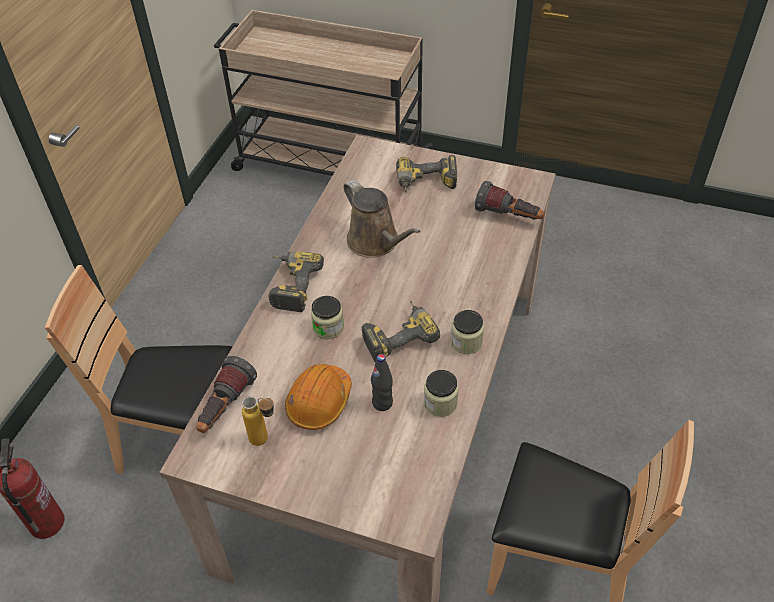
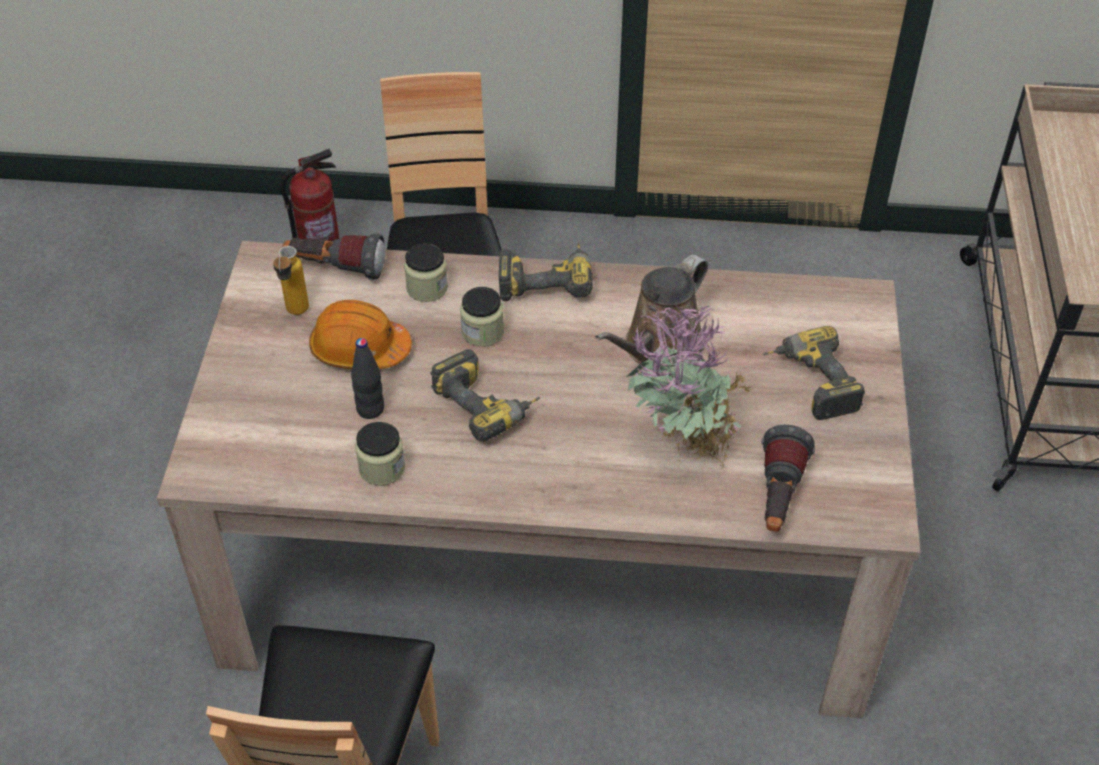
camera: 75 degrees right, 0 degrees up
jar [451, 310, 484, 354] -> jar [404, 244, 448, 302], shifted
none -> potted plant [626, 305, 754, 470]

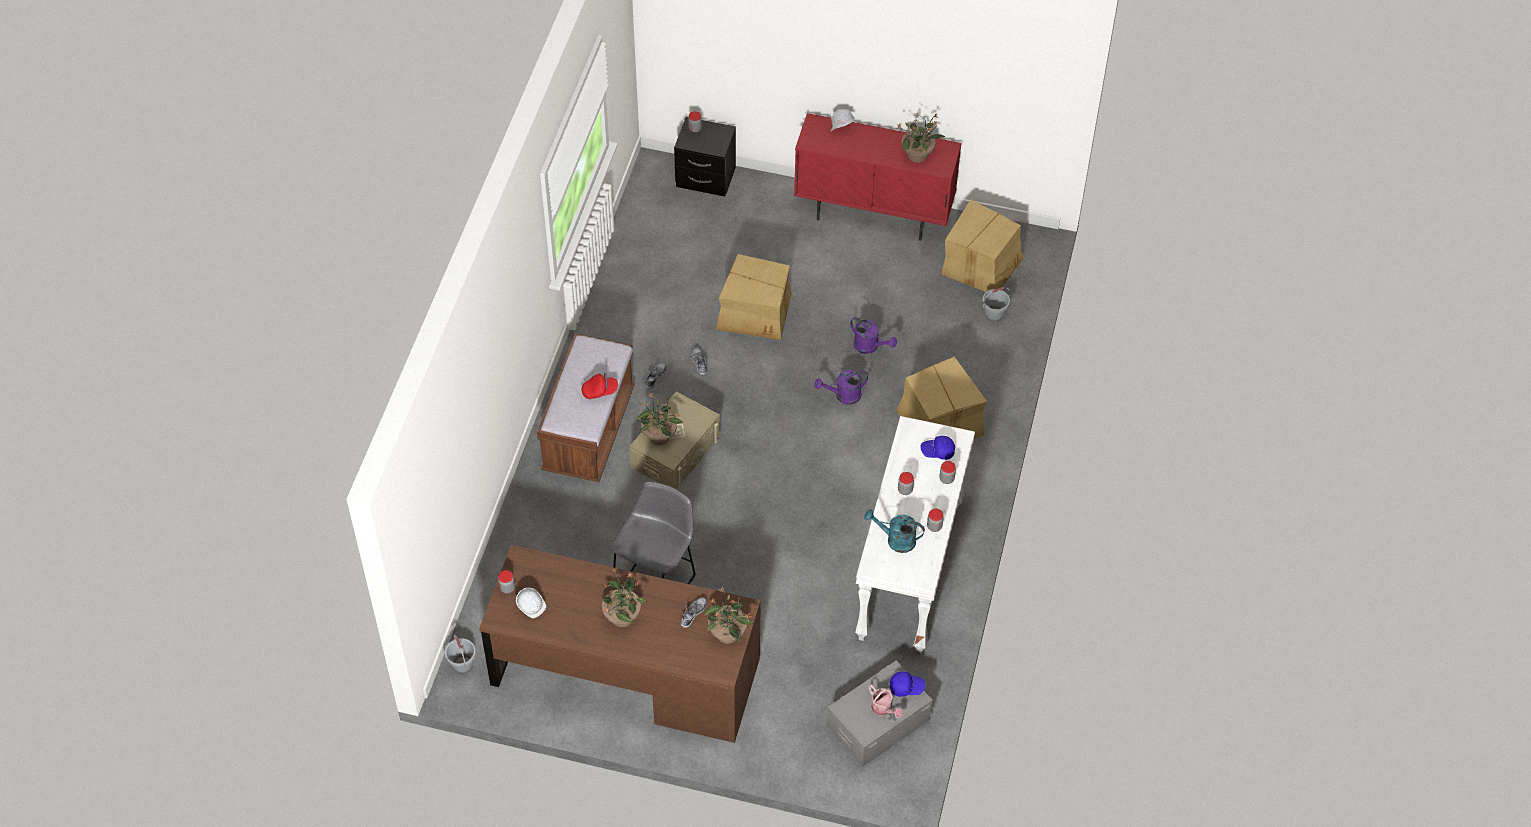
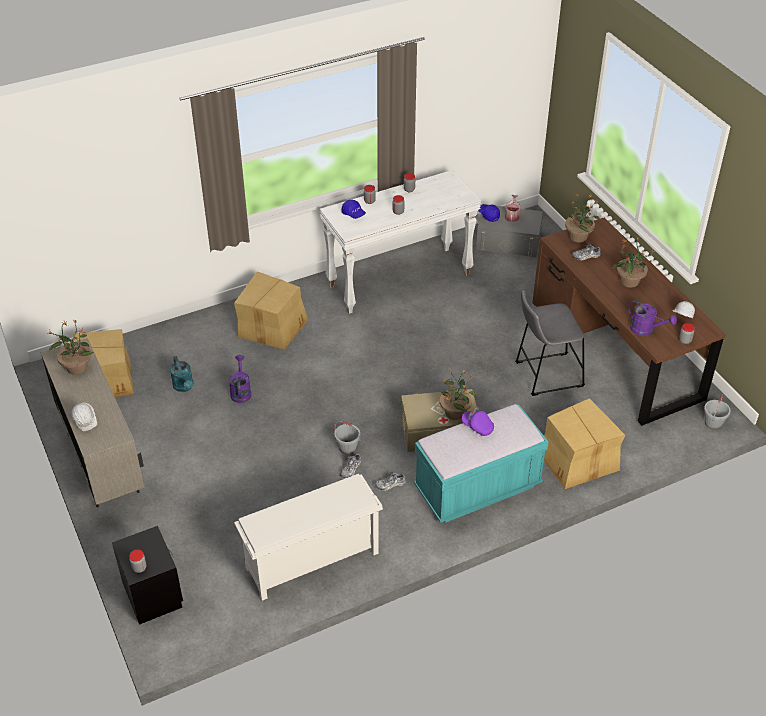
camera: 130 degrees left, 10 degrees down
cabinet (red) [794, 113, 962, 241] -> cabinet (beige) [41, 338, 145, 508]
watering can (turquoise) [864, 509, 925, 553] -> watering can (turquoise) [170, 356, 193, 392], shifted
none -> shoe rack (white) [234, 474, 383, 601]
bucket (grey) [982, 287, 1010, 322] -> bucket (grey) [334, 421, 360, 454], shifted
bench (brown) [537, 333, 635, 482] -> bench (turquoise) [414, 404, 548, 523]
cap (red) [581, 373, 618, 399] -> cap (purple) [462, 407, 494, 436]
cardboard box [716, 254, 791, 340] -> cardboard box [544, 398, 626, 489], shifted
watering can (purple) [815, 370, 868, 405] -> watering can (purple) [628, 300, 677, 336], shifted

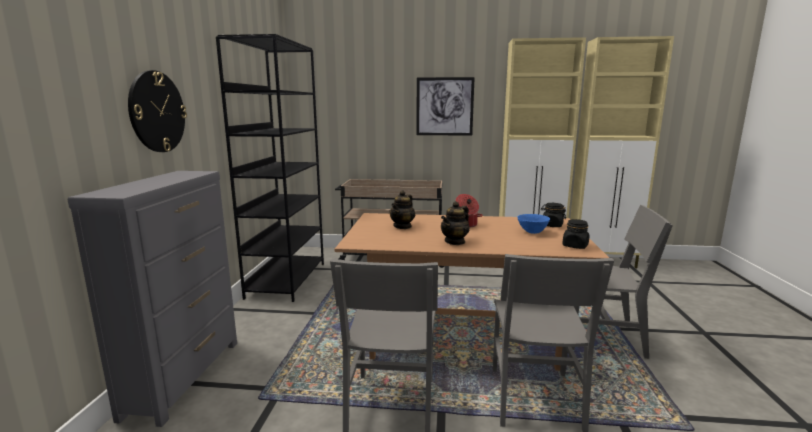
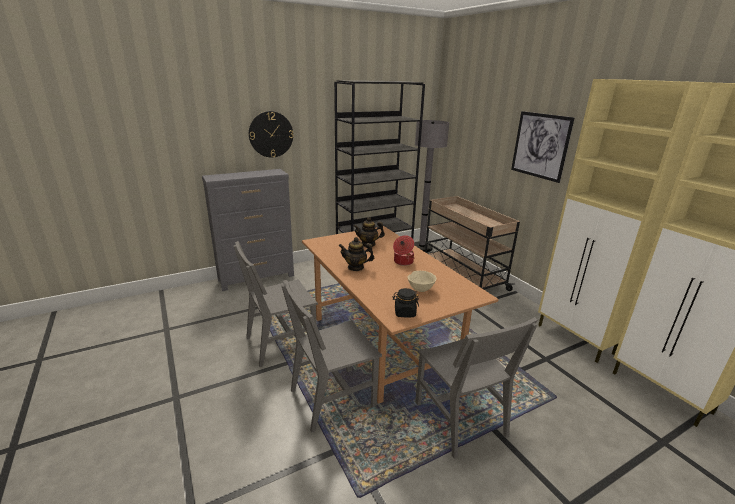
camera: 55 degrees right, 10 degrees up
bowl (blue) [517, 214, 550, 234] -> bowl (beige) [408, 271, 437, 292]
none -> floor lamp (grey) [414, 120, 449, 252]
jar (black) [541, 203, 566, 227] -> none

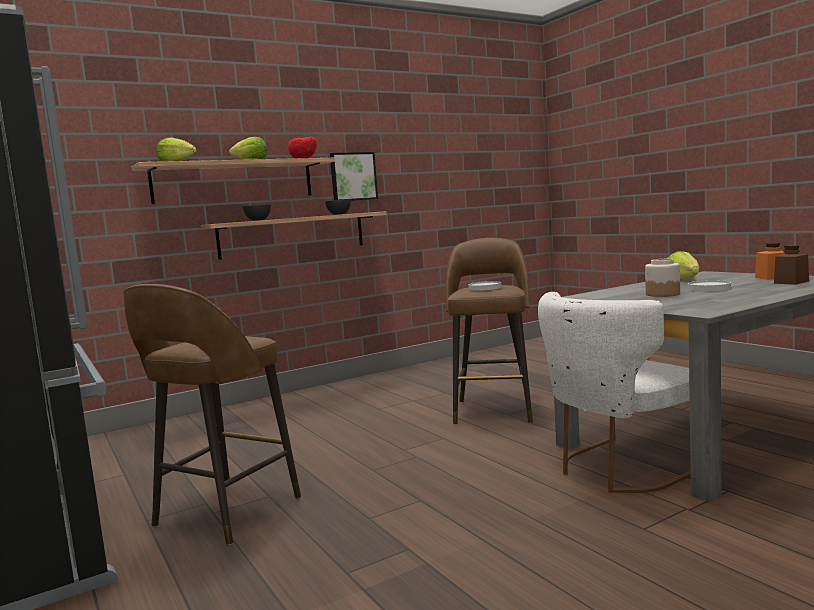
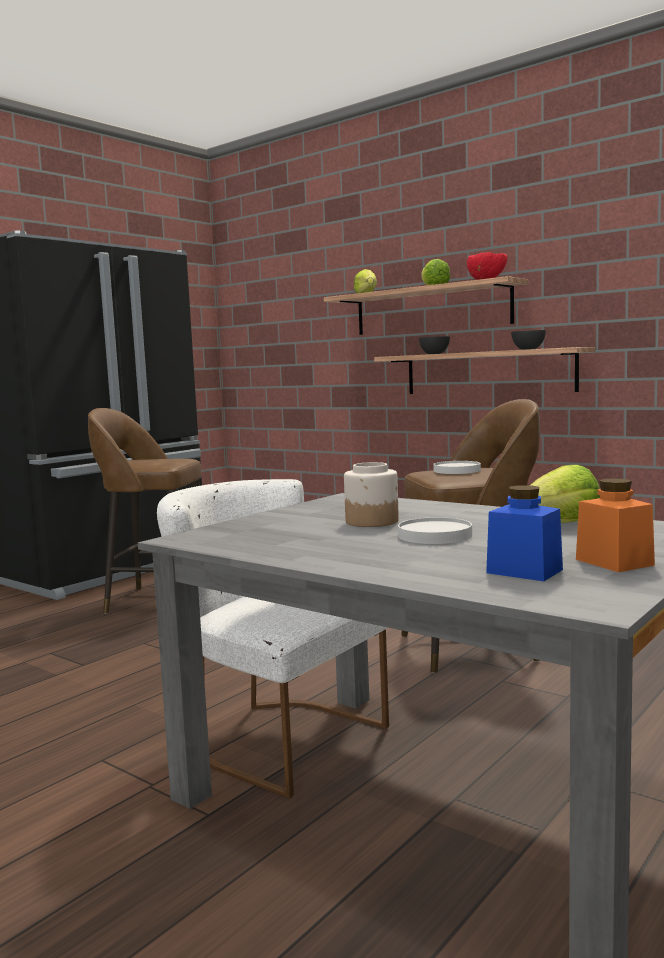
camera: 70 degrees right, 0 degrees up
jar (brown) [774, 245, 809, 285] -> jar (blue) [486, 485, 563, 581]
picture [330, 152, 378, 201] -> none

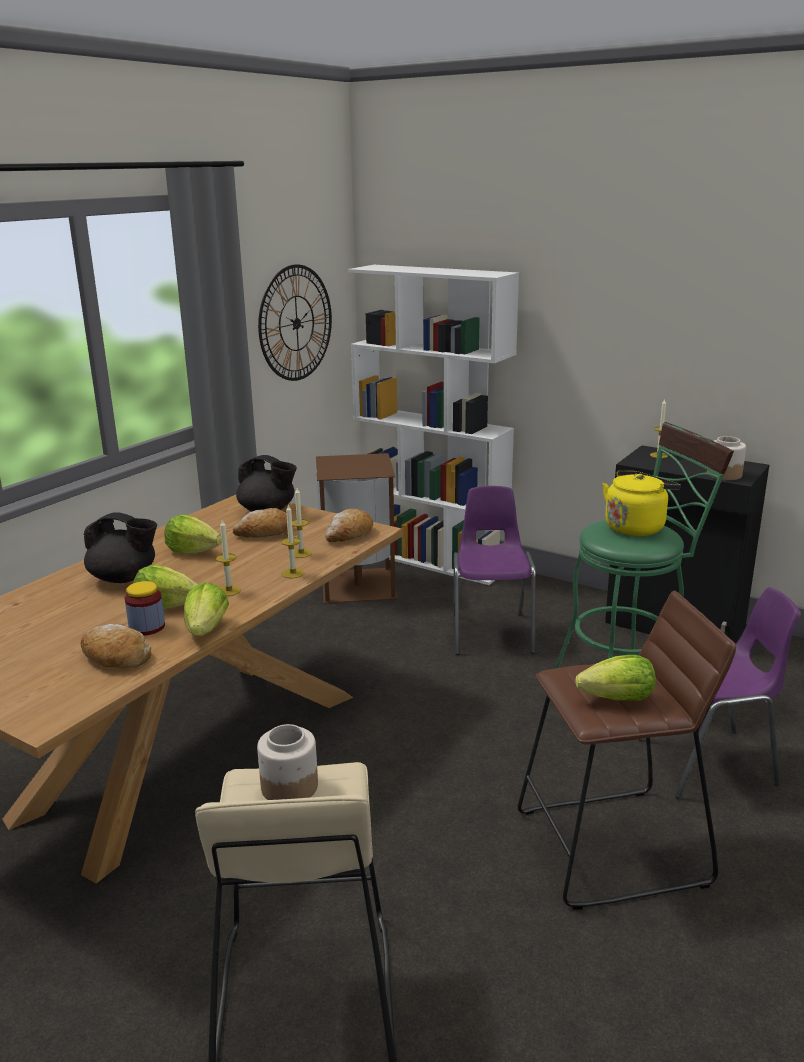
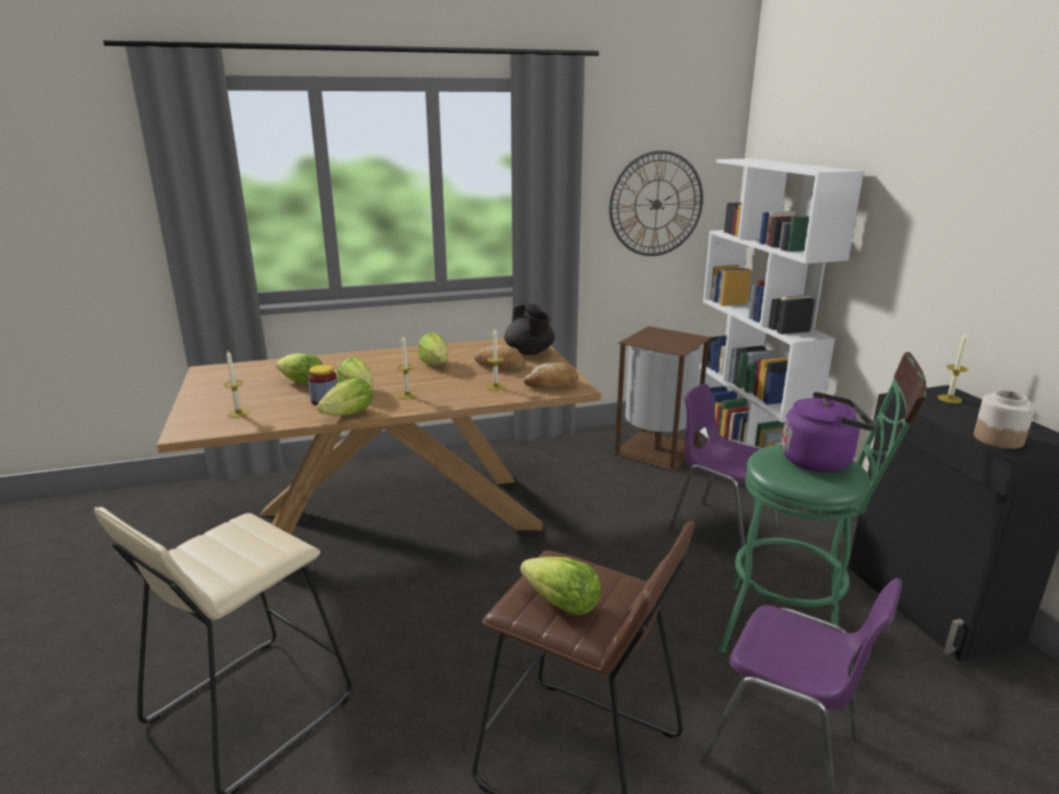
camera: 40 degrees right, 0 degrees up
candle [281, 504, 304, 578] -> candle [224, 350, 250, 418], shifted
none -> lettuce [276, 353, 323, 386]
chair (purple) [453, 486, 536, 655] -> chair (purple) [668, 384, 779, 559], 90 degrees counterclockwise
kettle (yellow) [603, 471, 681, 536] -> kettle (purple) [781, 392, 876, 472]
bread [81, 624, 151, 668] -> none
teapot (black) [84, 512, 157, 583] -> none
jar [257, 724, 318, 800] -> none

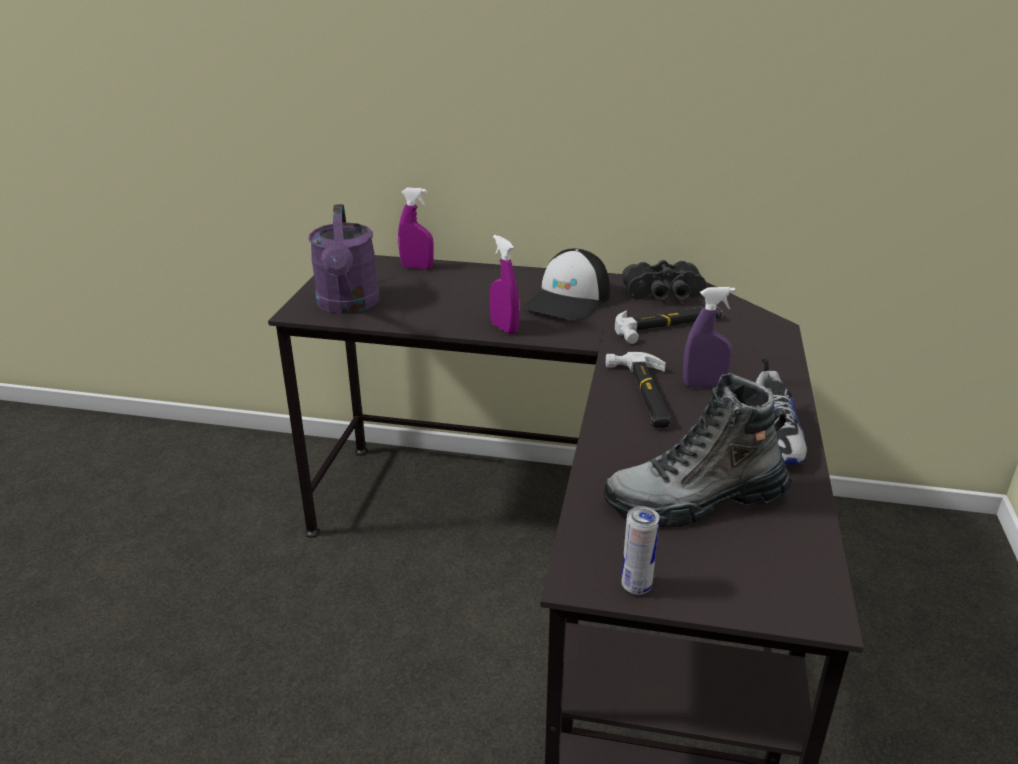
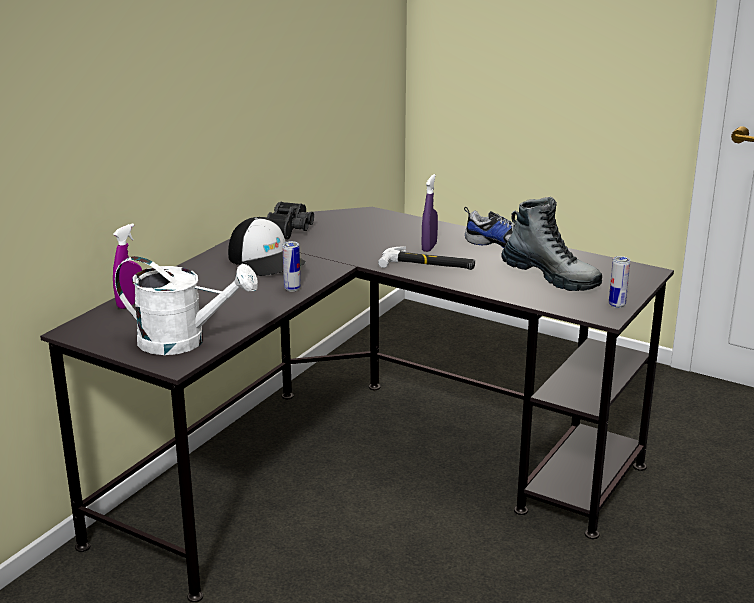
camera: 70 degrees left, 5 degrees down
watering can (purple) [308, 204, 380, 314] -> watering can (white) [115, 256, 258, 355]
spray bottle (purple) [489, 235, 519, 334] -> can [282, 241, 301, 292]
boot [604, 373, 792, 528] -> boot [501, 197, 602, 291], 60 degrees counterclockwise
hammer [615, 306, 722, 344] -> none

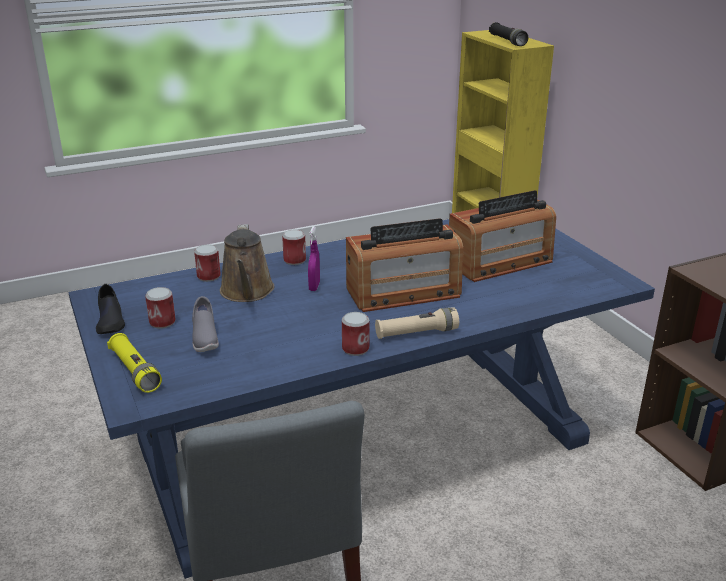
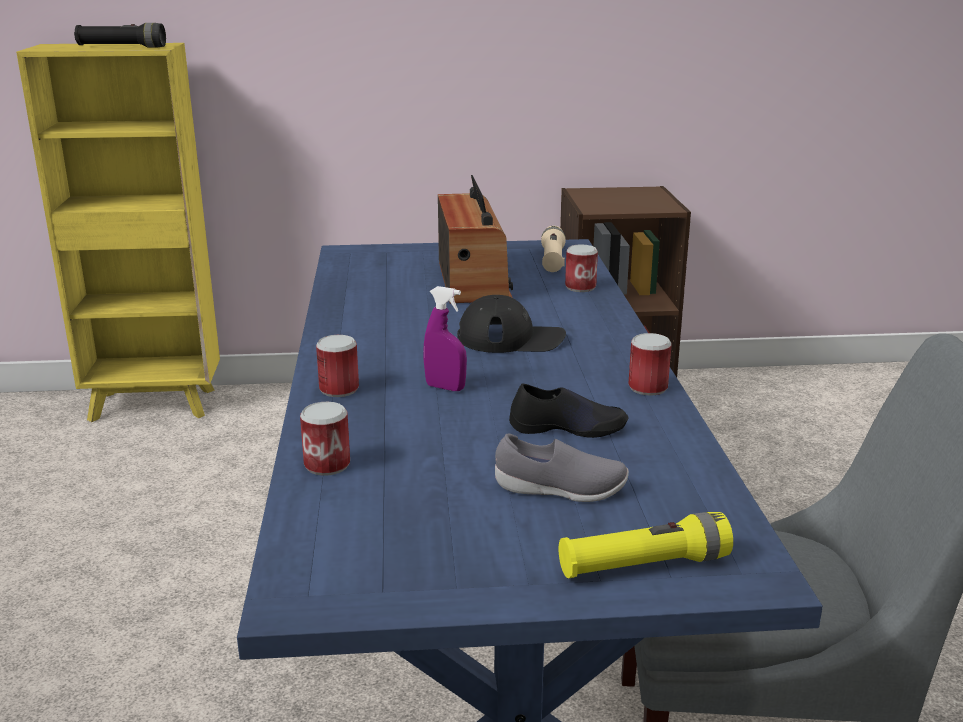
camera: 70 degrees left, 5 degrees down
radio [346, 218, 463, 312] -> cap (black) [457, 295, 566, 353]
shoe (black) [96, 284, 125, 334] -> shoe (black) [509, 383, 628, 438], shifted
flashlight (beige) [375, 308, 459, 339] -> flashlight (beige) [541, 226, 566, 272], shifted
can [145, 287, 176, 329] -> can [565, 245, 598, 292], shifted
watering can (brown) [220, 224, 274, 302] -> none

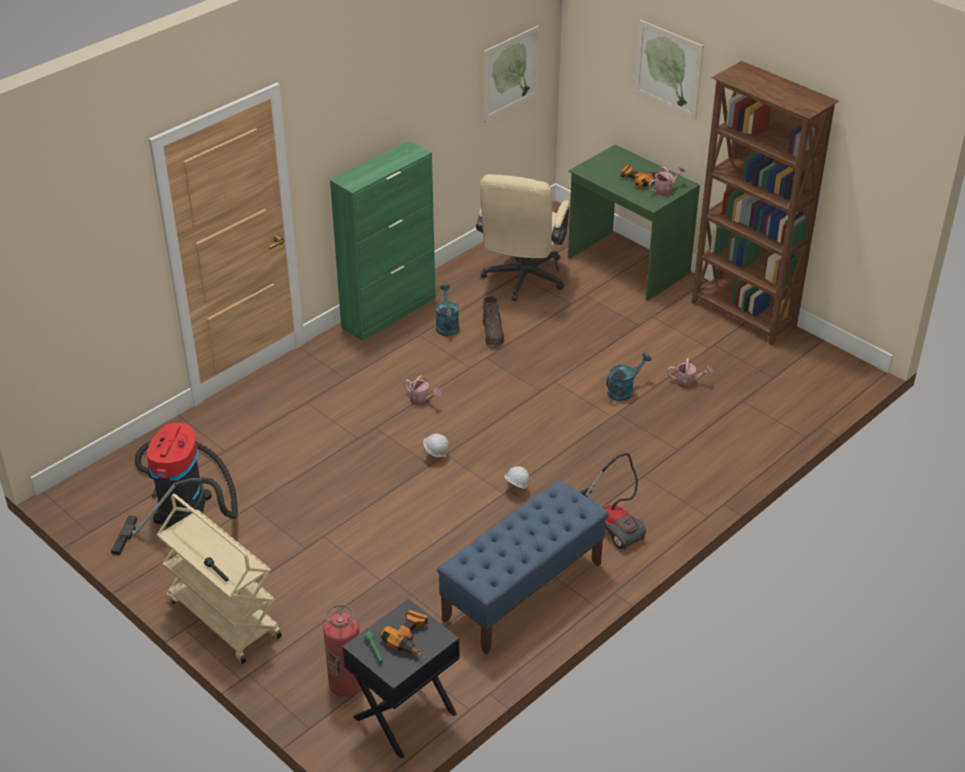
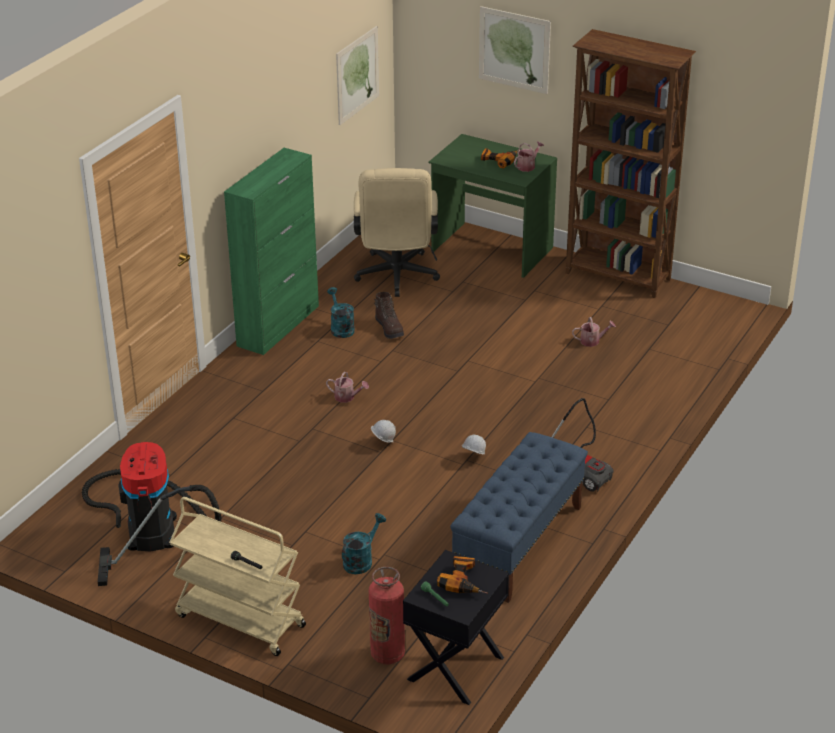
camera: 15 degrees left, 5 degrees down
watering can (turquoise) [606, 352, 651, 401] -> watering can (turquoise) [342, 513, 386, 574], shifted

